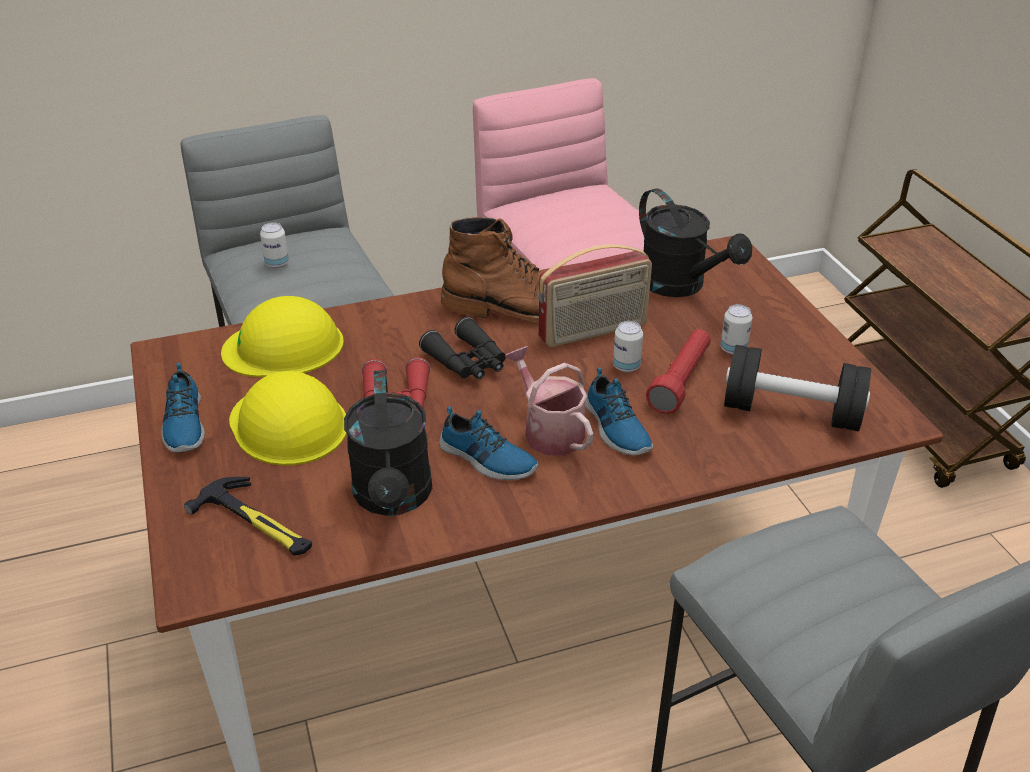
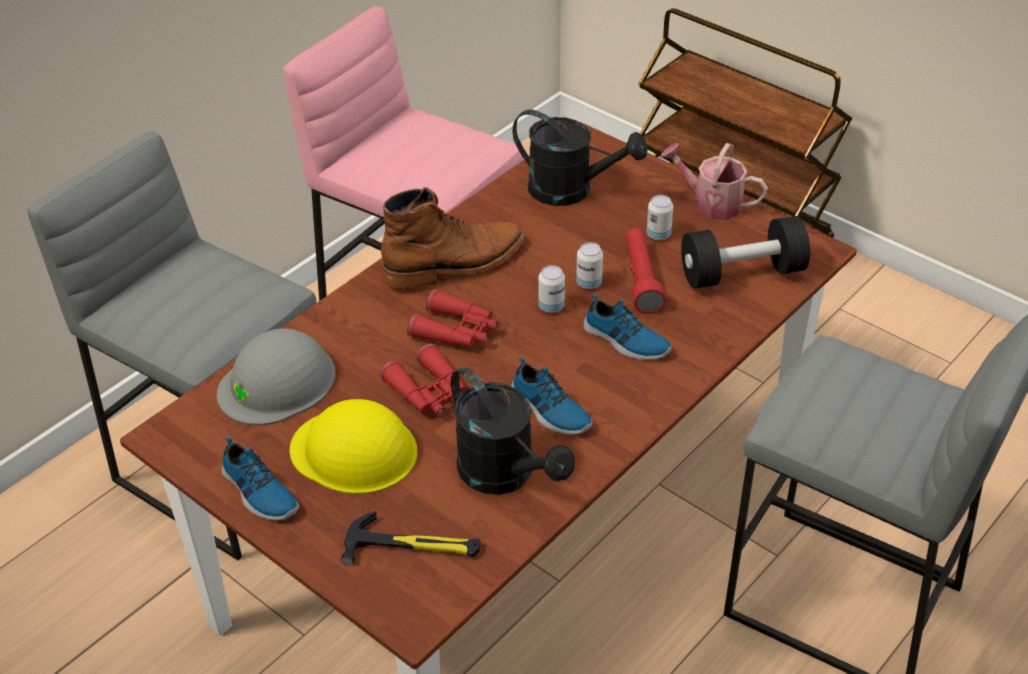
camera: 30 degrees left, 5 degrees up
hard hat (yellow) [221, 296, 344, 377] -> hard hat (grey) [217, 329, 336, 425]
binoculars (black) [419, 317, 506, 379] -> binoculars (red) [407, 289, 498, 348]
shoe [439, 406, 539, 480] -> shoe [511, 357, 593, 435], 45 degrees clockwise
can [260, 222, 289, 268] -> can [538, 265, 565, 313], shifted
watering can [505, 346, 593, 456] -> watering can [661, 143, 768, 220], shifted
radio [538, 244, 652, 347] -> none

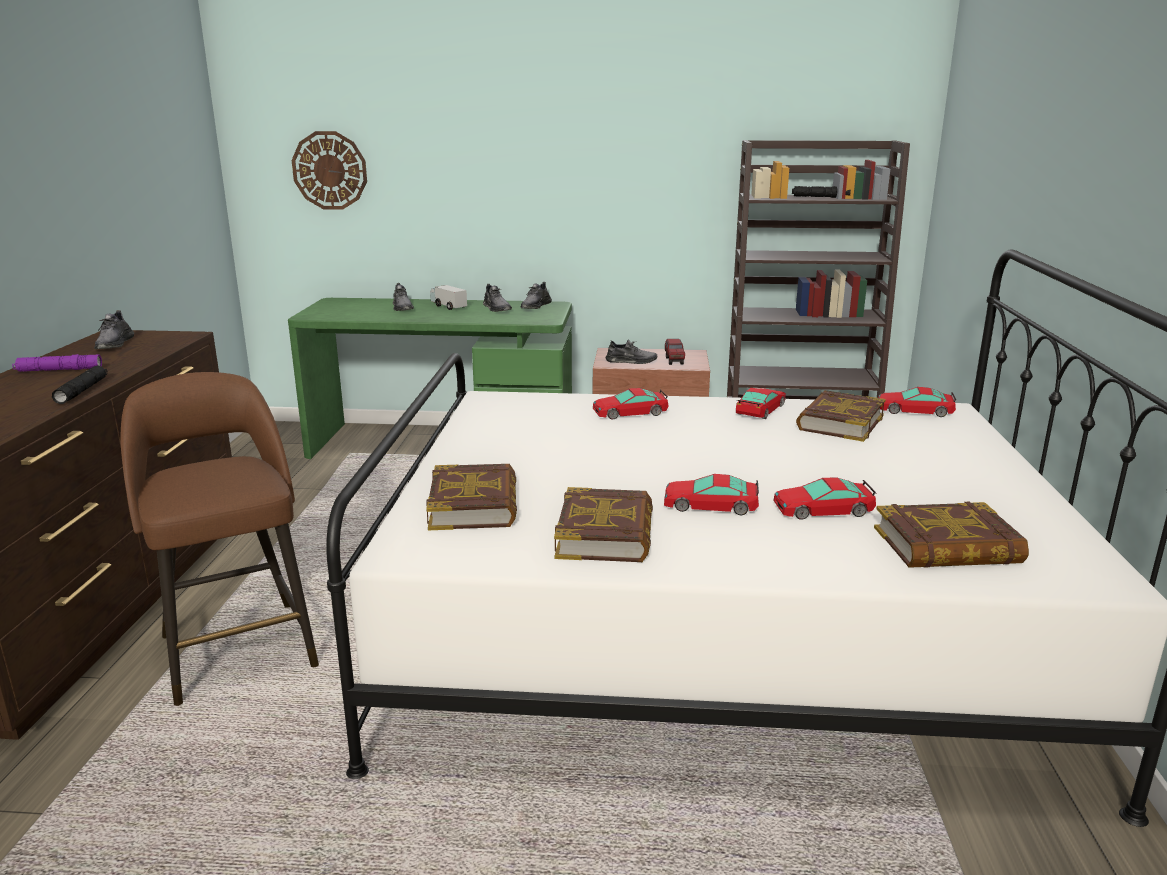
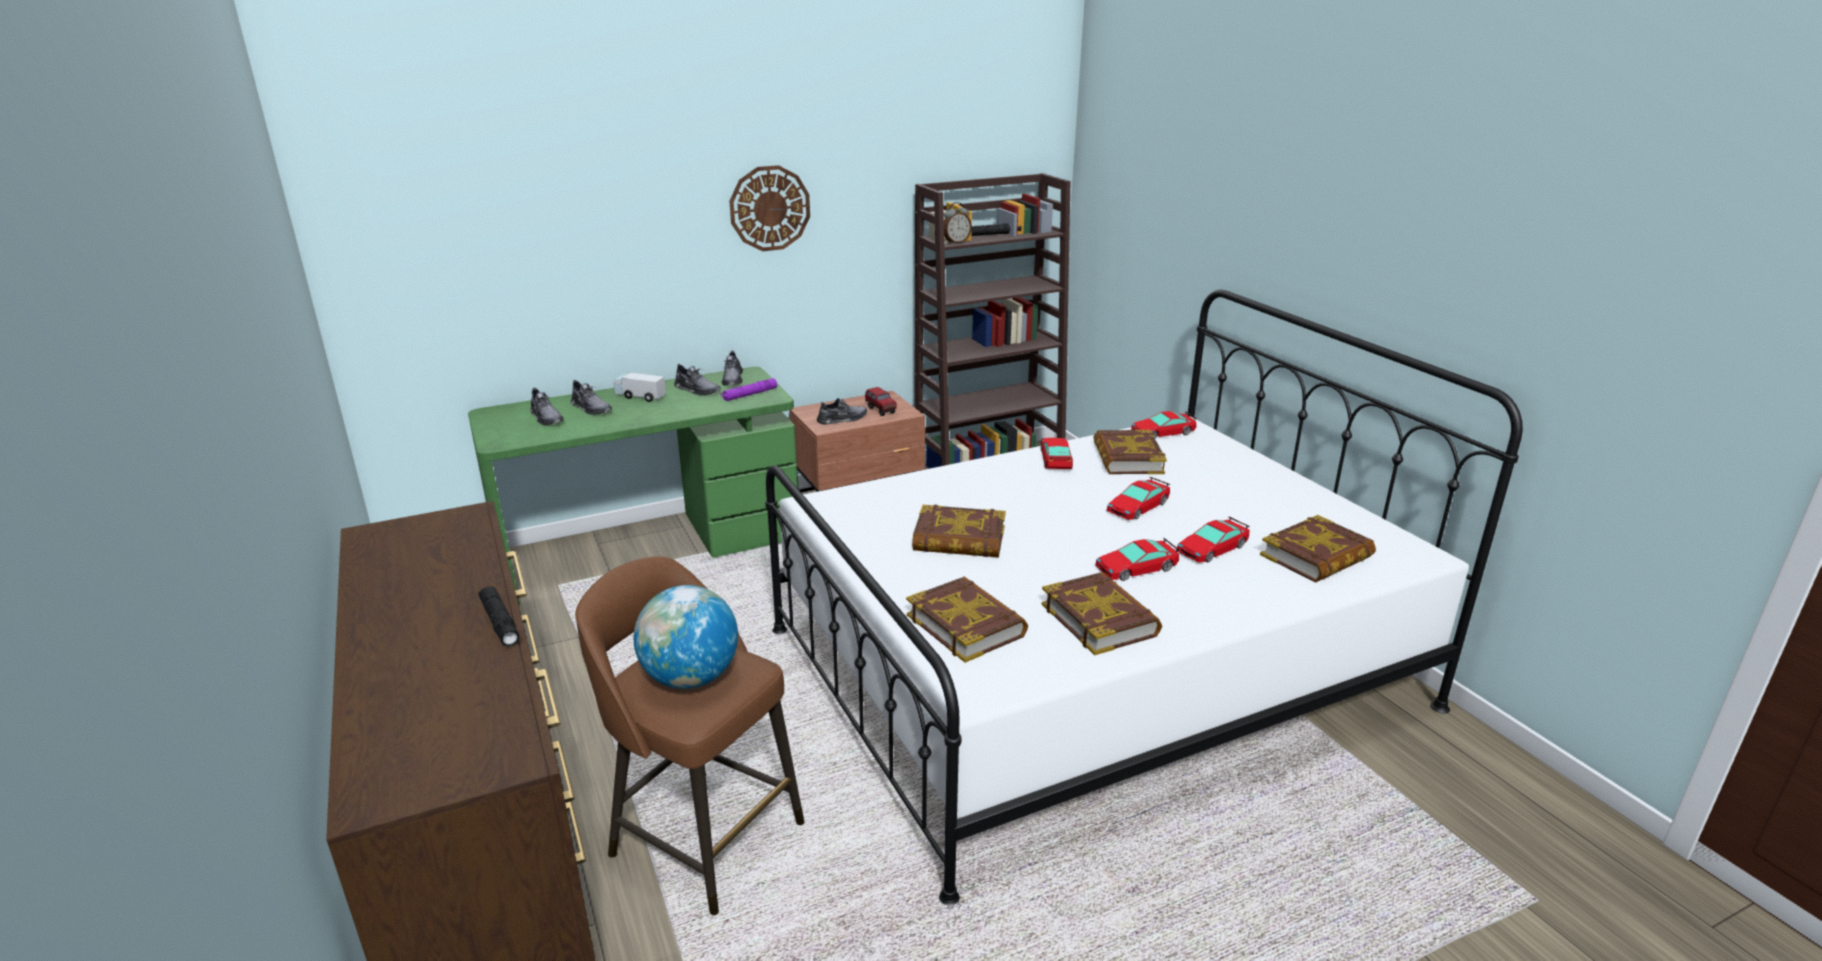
camera: 30 degrees left, 5 degrees up
shoe (grey) [94, 310, 134, 349] -> shoe (grey) [530, 388, 564, 425], shifted
none -> globe [634, 585, 738, 689]
flashlight (purple) [12, 354, 102, 372] -> flashlight (purple) [721, 378, 777, 401], shifted
wall clock [292, 131, 367, 210] -> wall clock [730, 165, 810, 251], shifted
none -> book [912, 505, 1006, 557]
none -> alarm clock [944, 202, 972, 244]
toy car [593, 388, 669, 419] -> toy car [1107, 477, 1170, 520], shifted

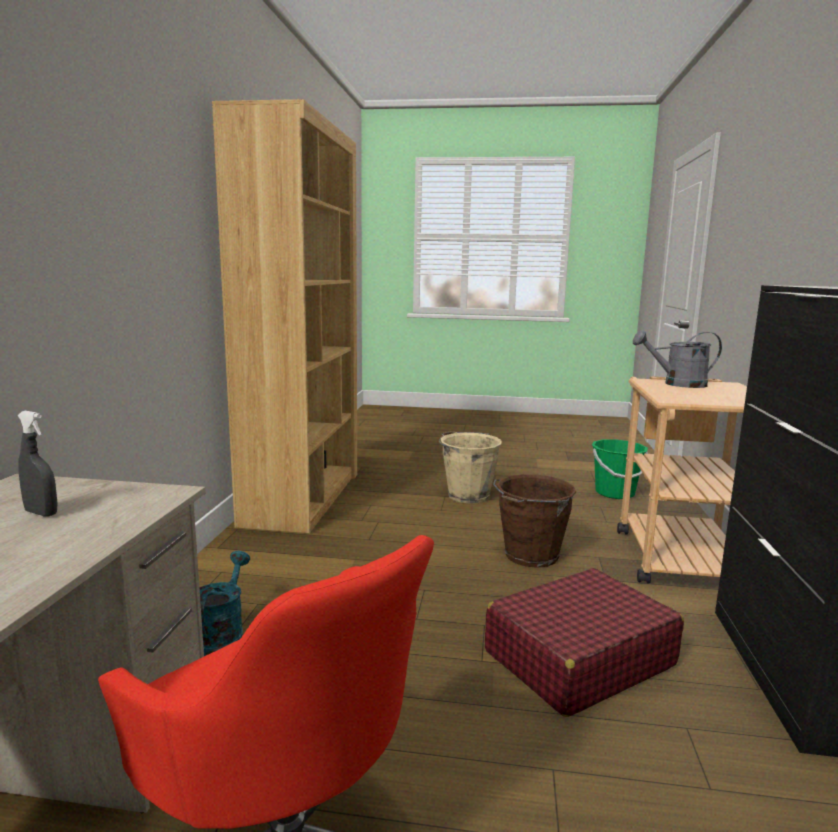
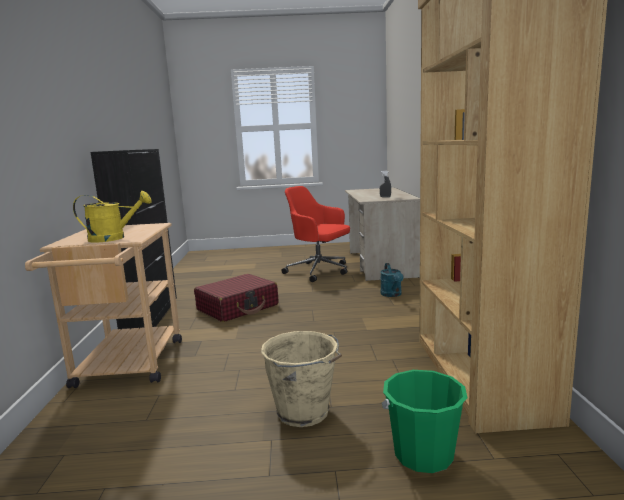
camera: 170 degrees right, 0 degrees up
watering can (grey) [633, 330, 722, 388] -> watering can (yellow) [73, 191, 152, 242]
bucket (green) [592, 439, 648, 499] -> bucket (green) [382, 370, 467, 473], shifted
bucket (brown) [493, 474, 576, 568] -> none

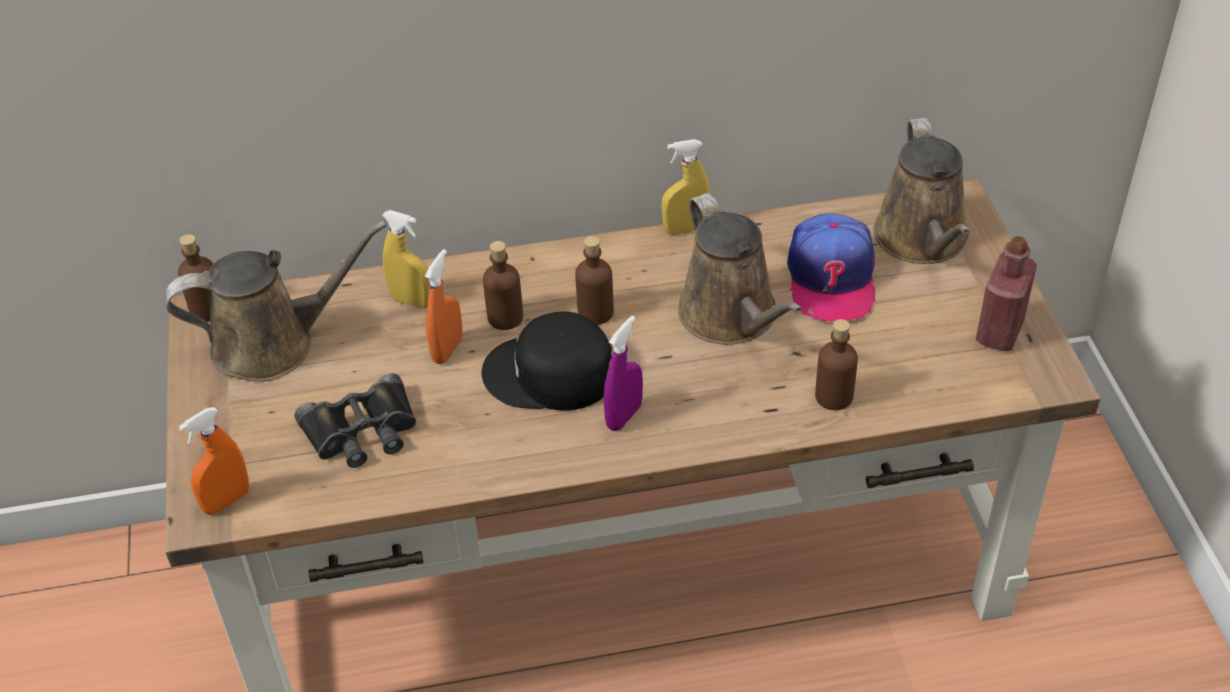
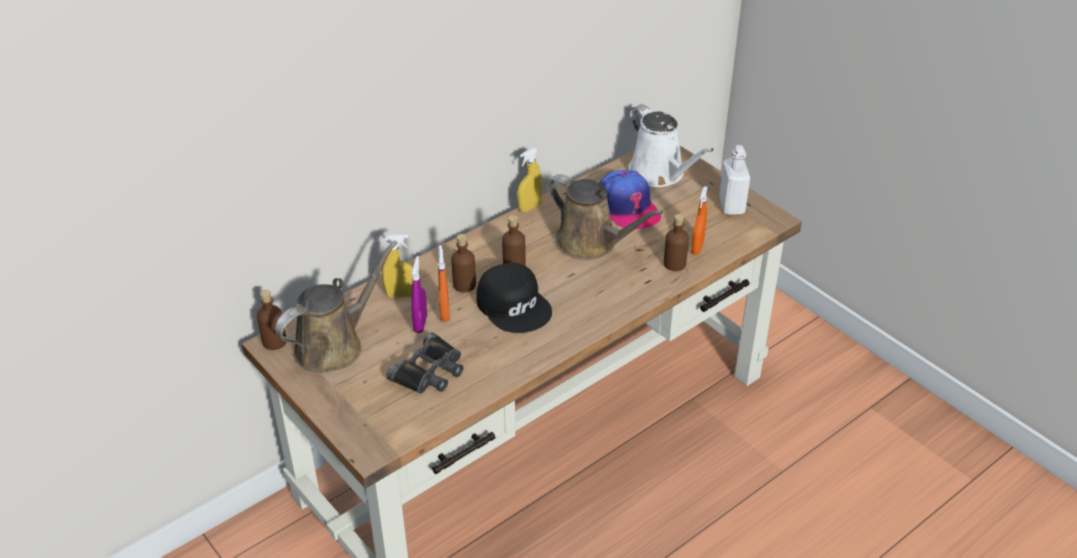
camera: 30 degrees left, 5 degrees down
spray bottle (purple) [604, 315, 643, 431] -> spray bottle (purple) [411, 256, 427, 333], shifted
cap (black) [482, 311, 612, 411] -> cap (black) [476, 263, 552, 333], 105 degrees counterclockwise
watering can (brown) [873, 118, 970, 264] -> watering can (white) [629, 104, 714, 187]
spray bottle (orange) [179, 407, 249, 515] -> spray bottle (orange) [691, 186, 708, 255], shifted
bottle (red) [976, 236, 1037, 351] -> bottle (white) [719, 145, 750, 215]

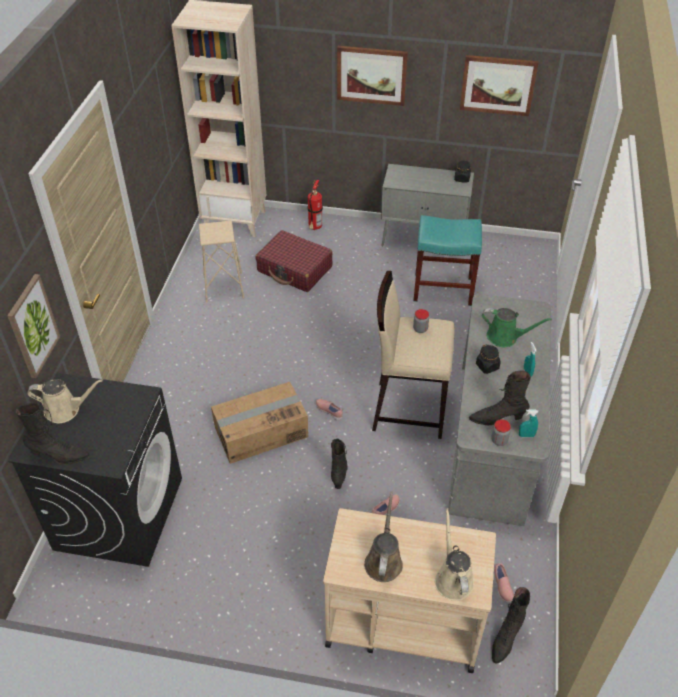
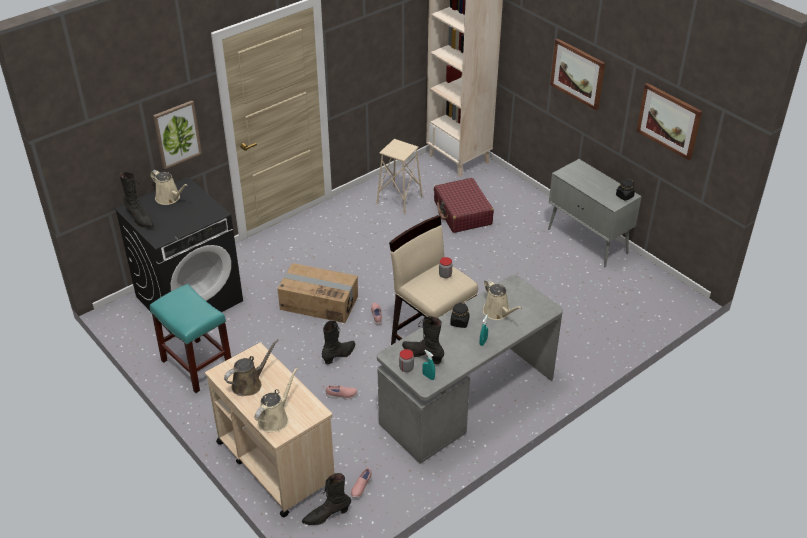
camera: 40 degrees right, 5 degrees down
stool (turquoise) [413, 215, 482, 306] -> stool (turquoise) [150, 284, 231, 393], shifted
watering can (green) [482, 308, 552, 347] -> watering can (beige) [483, 279, 522, 320]
fire extinguisher [307, 179, 323, 230] -> none

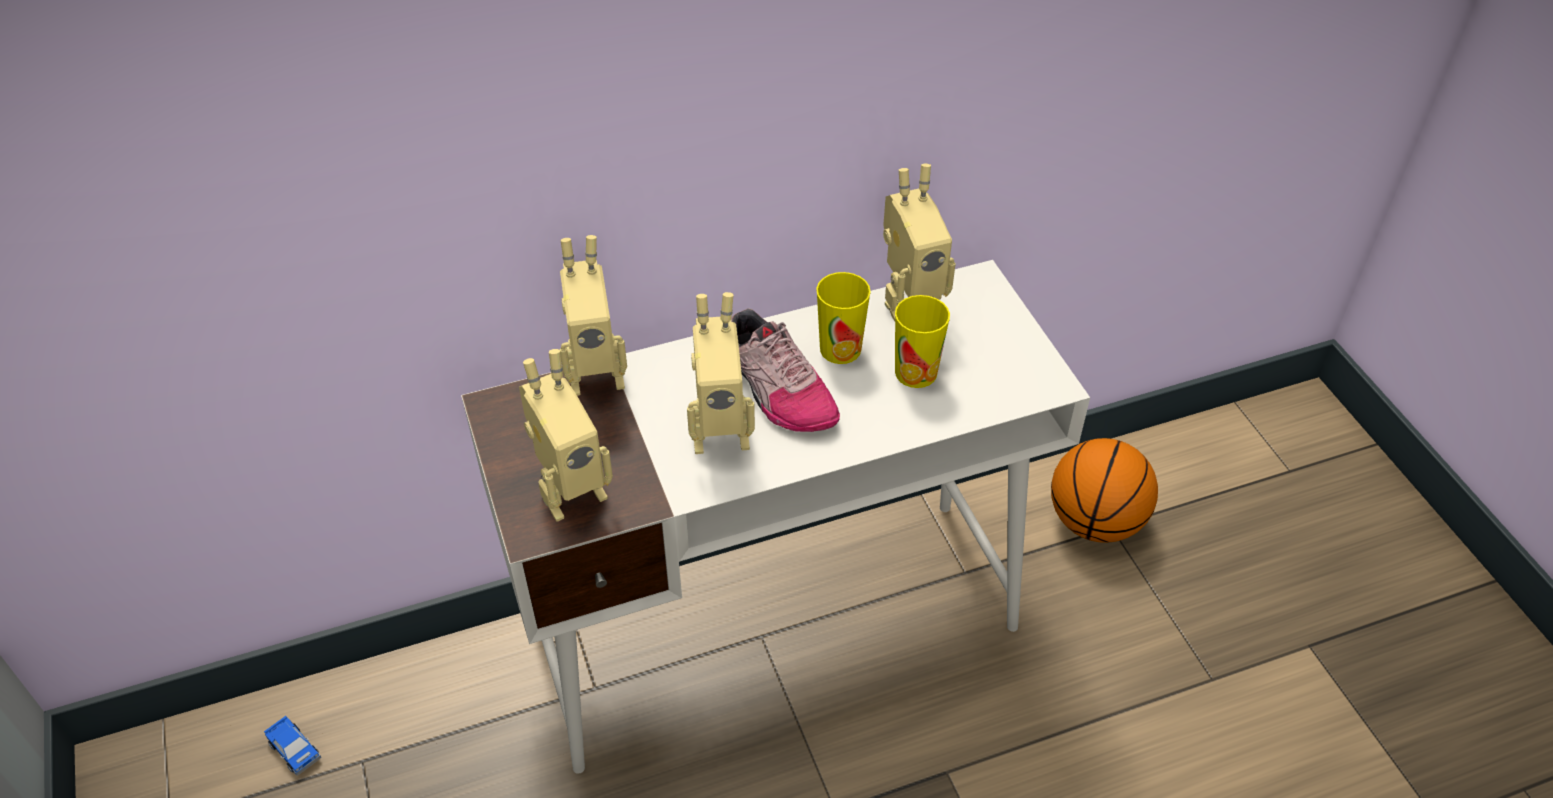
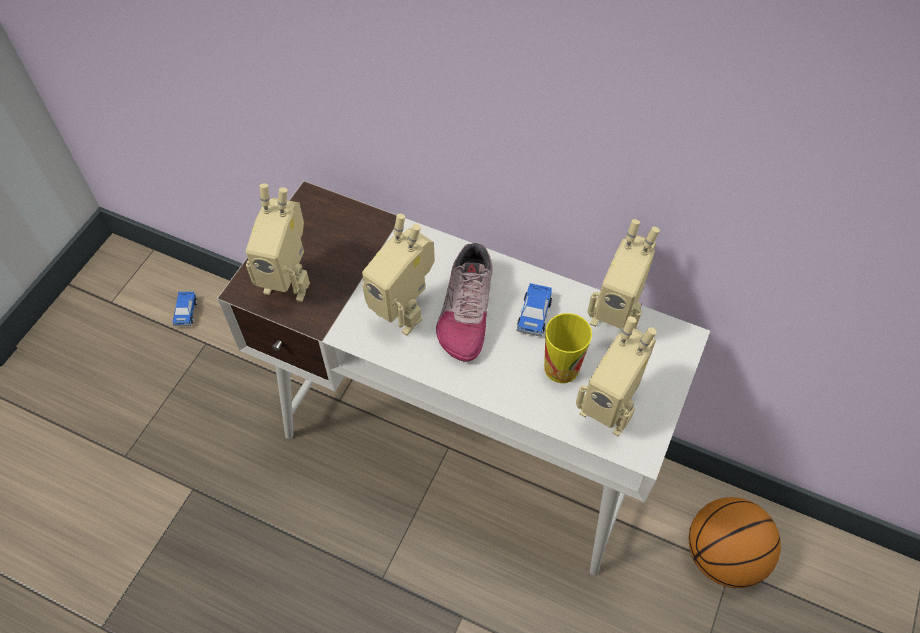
camera: 45 degrees right, 10 degrees up
cup [816, 272, 871, 364] -> toy car [517, 283, 552, 337]
toy robot [560, 235, 627, 396] -> toy robot [576, 316, 657, 436], shifted

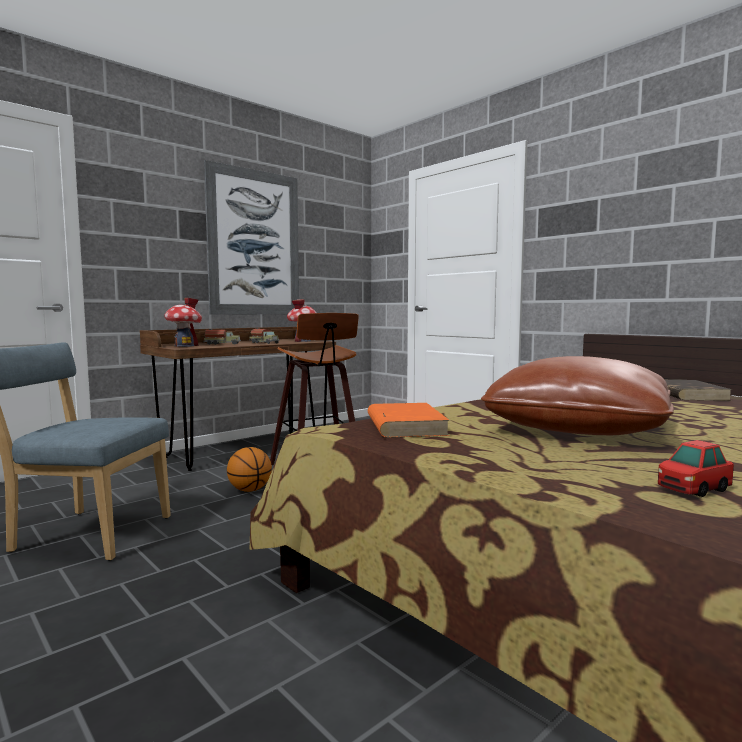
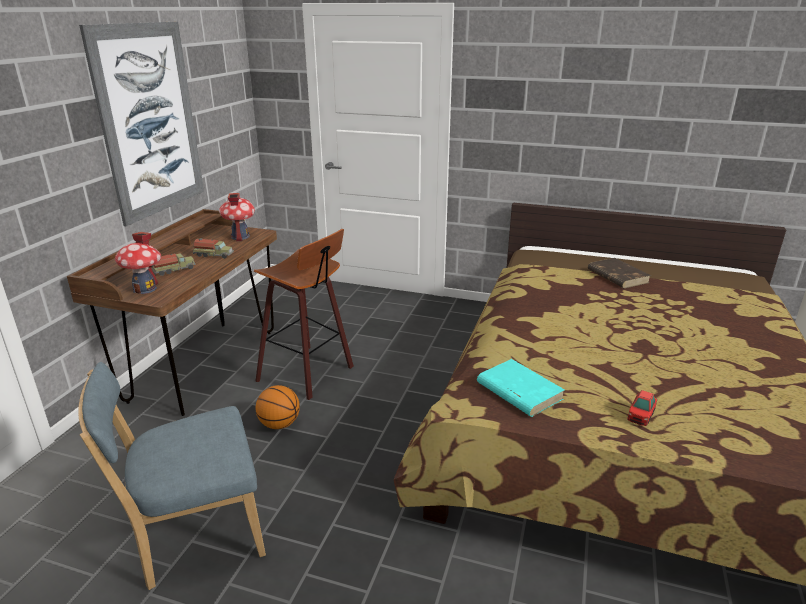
camera: 30 degrees left, 20 degrees up
book (orange) [368, 403, 450, 438] -> book (turquoise) [477, 359, 565, 417]
toy car [658, 440, 734, 497] -> toy car [627, 390, 657, 426], shifted
pillow (brown) [481, 356, 674, 435] -> none

